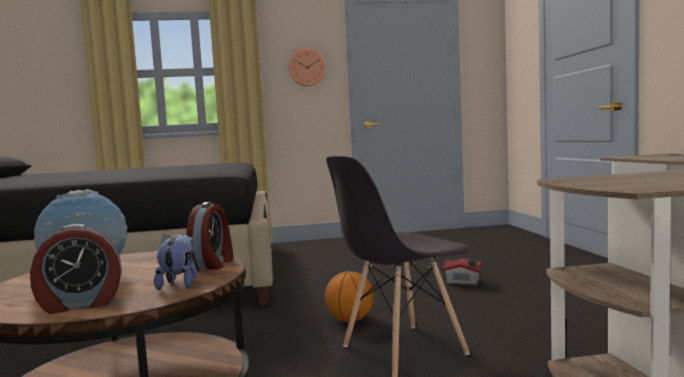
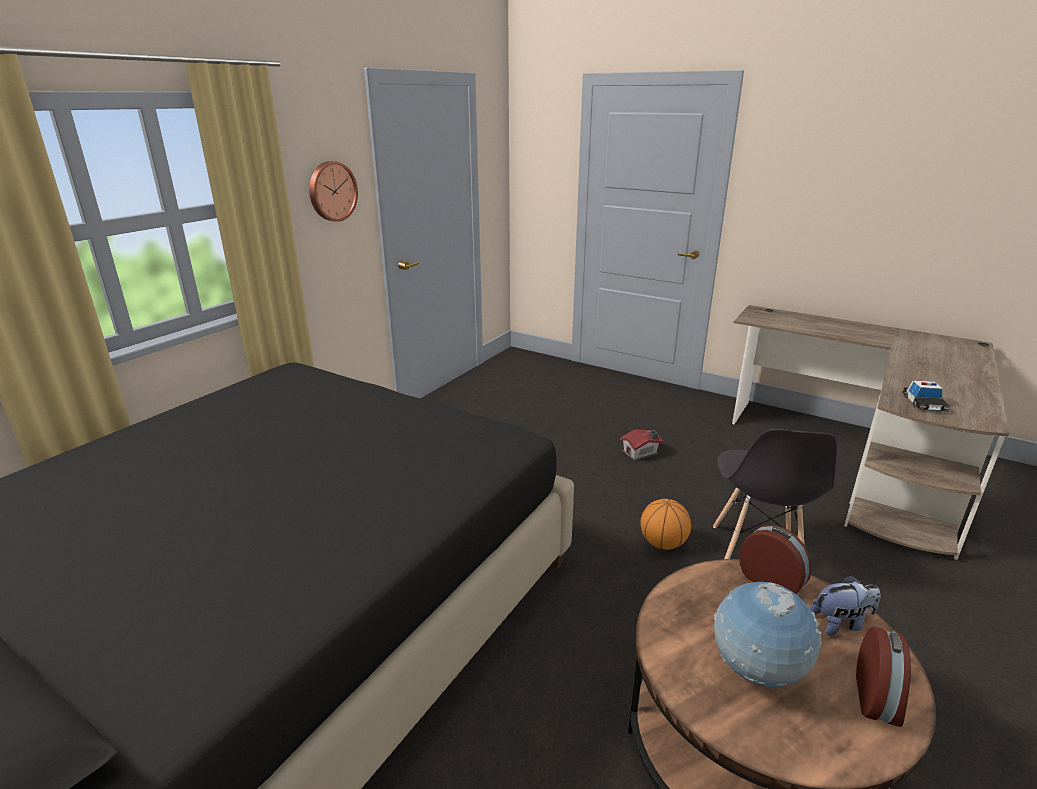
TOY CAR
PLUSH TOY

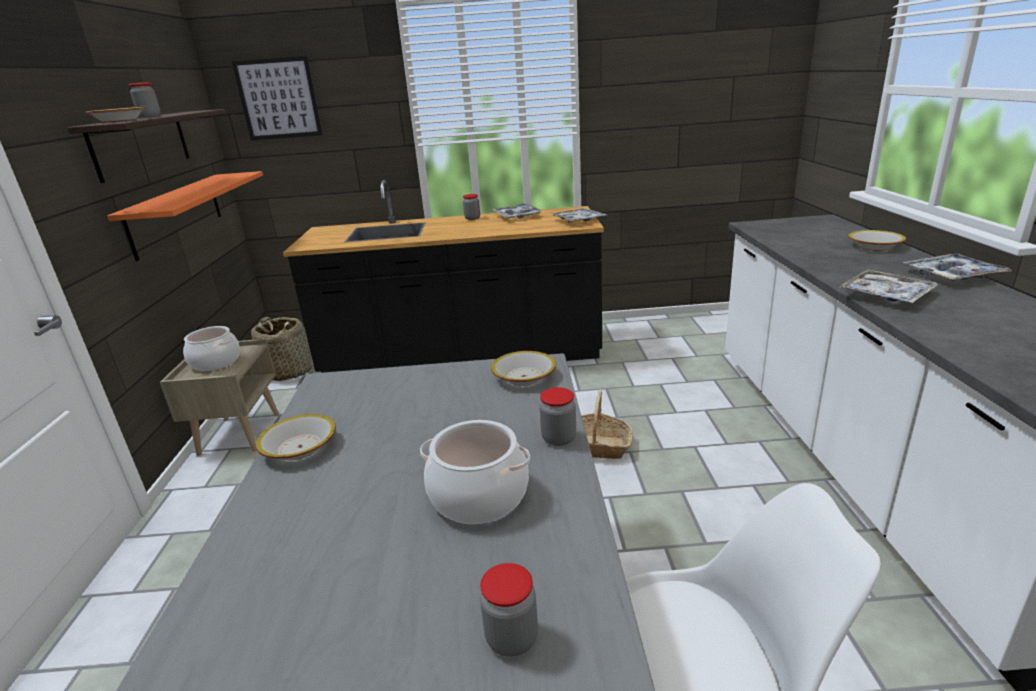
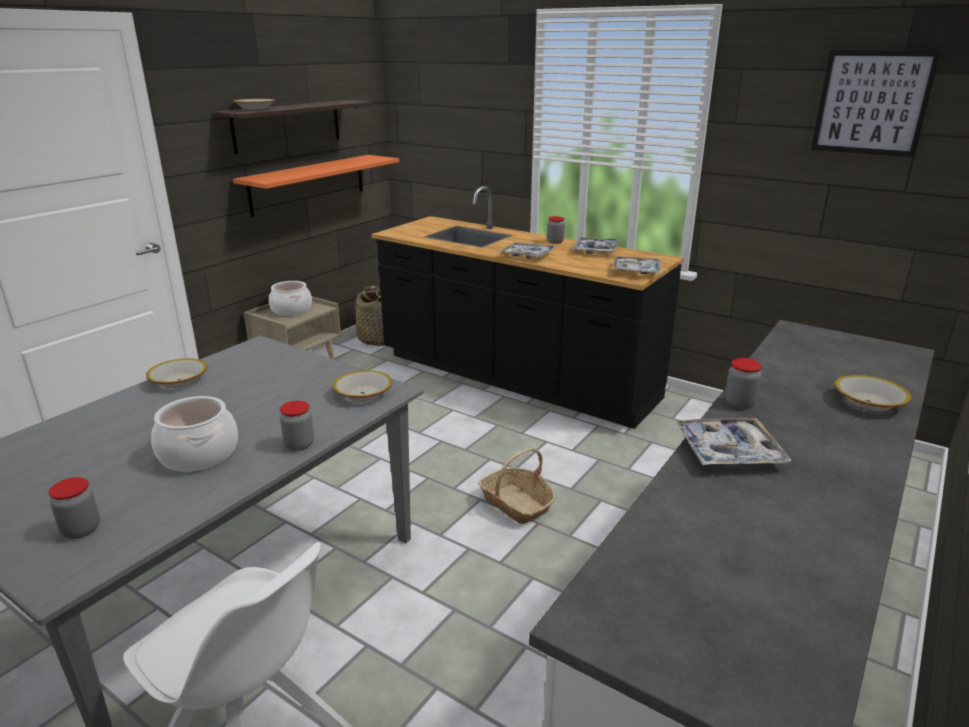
JAR (4th from left)
PICTURE
TRAY (1st from left)

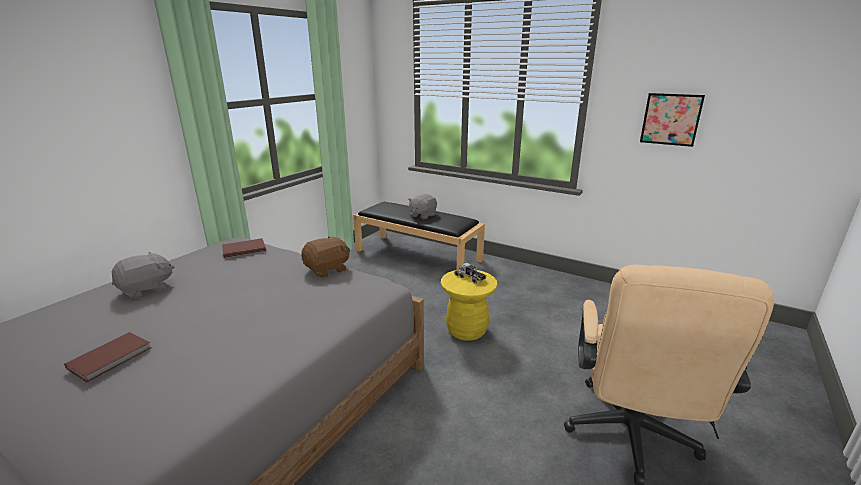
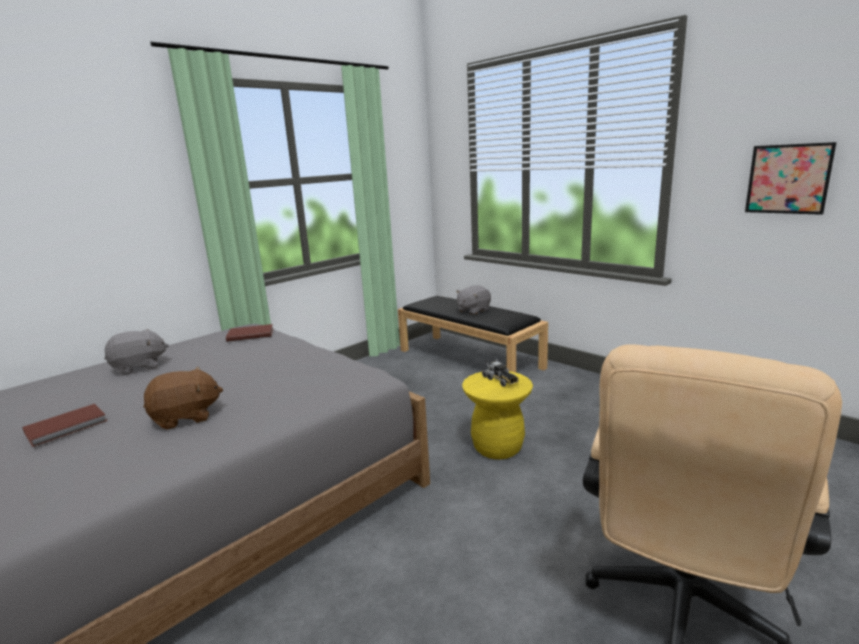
BROWN PLUSH TOY

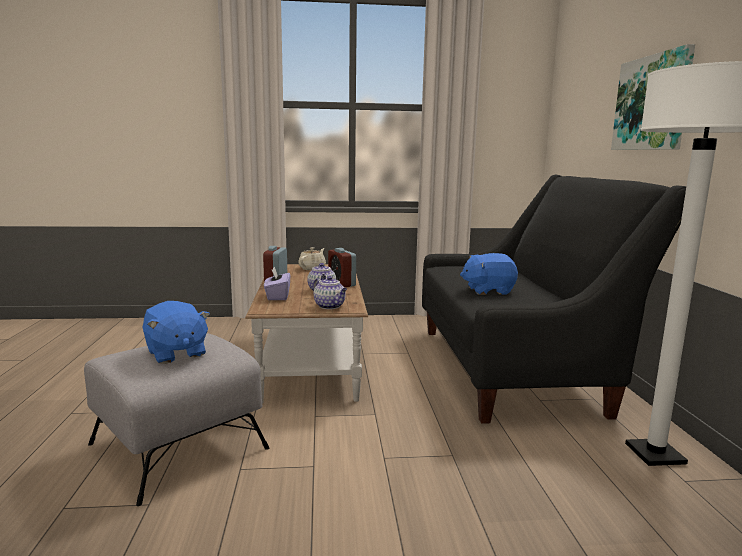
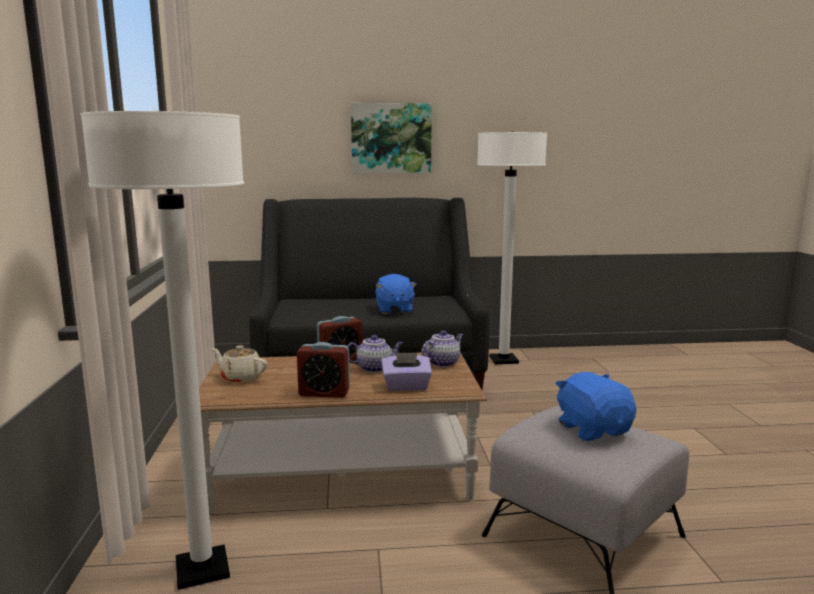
WHITE FLOOR LAMP (1st from left)
BLUE PLUSH TOY (2nd from left)

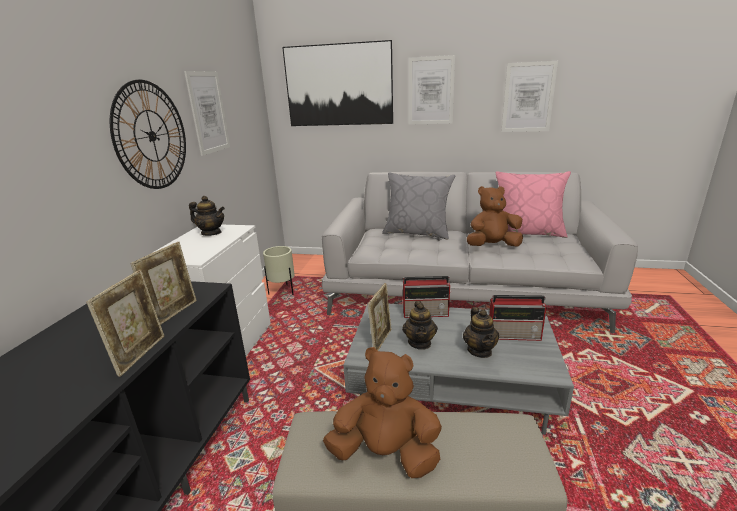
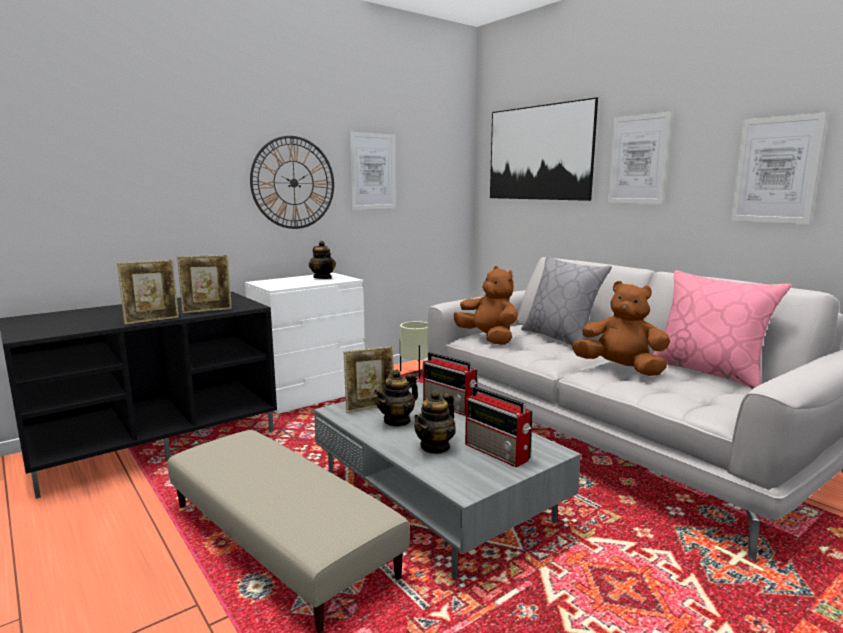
BROWN PLUSH TOY (1st from left)

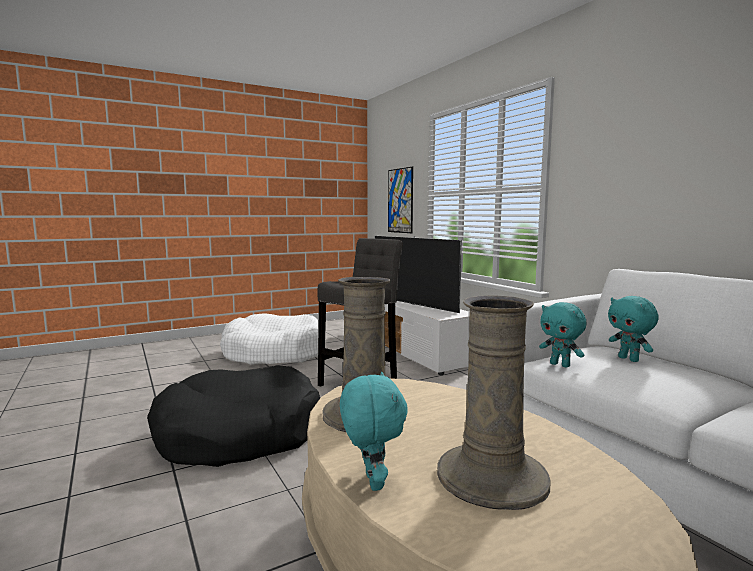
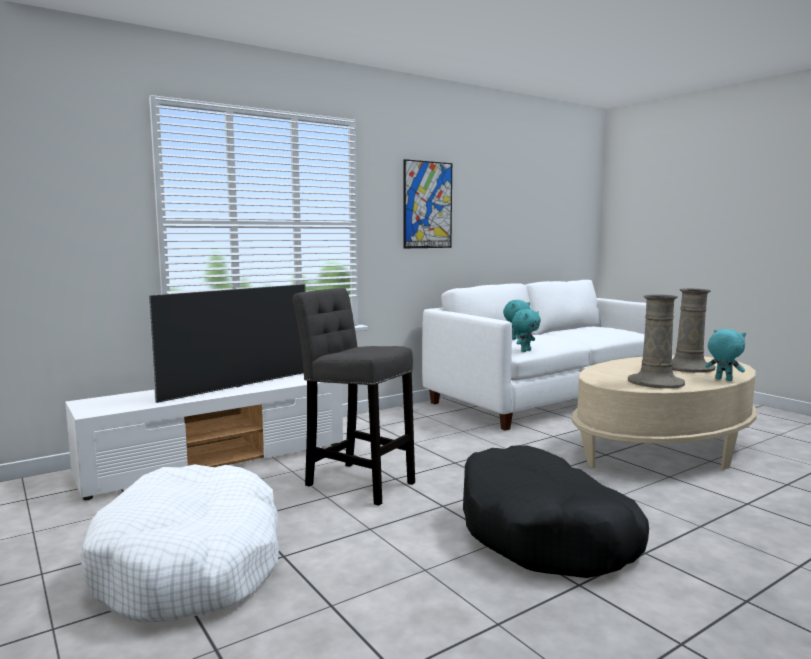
PICTURE
TURQUOISE PLUSH TOY (3rd from left)

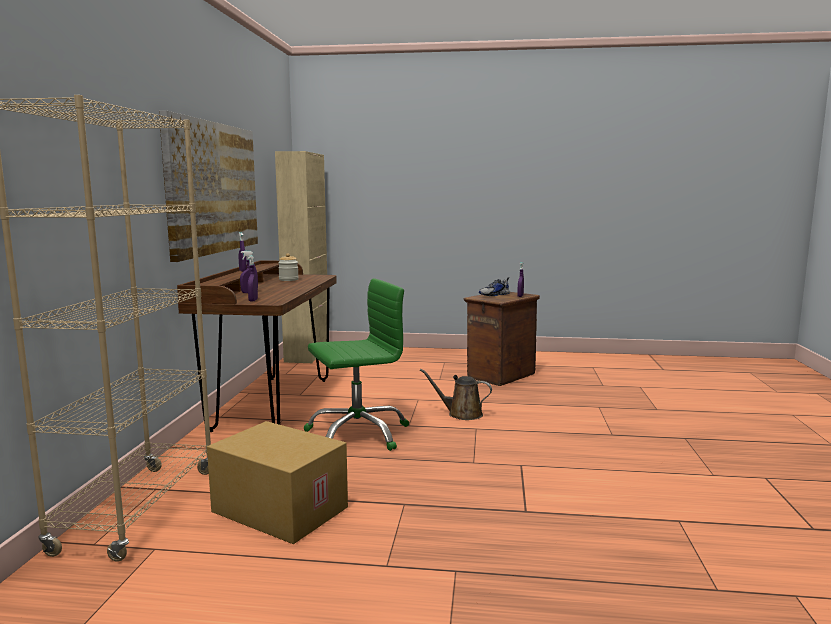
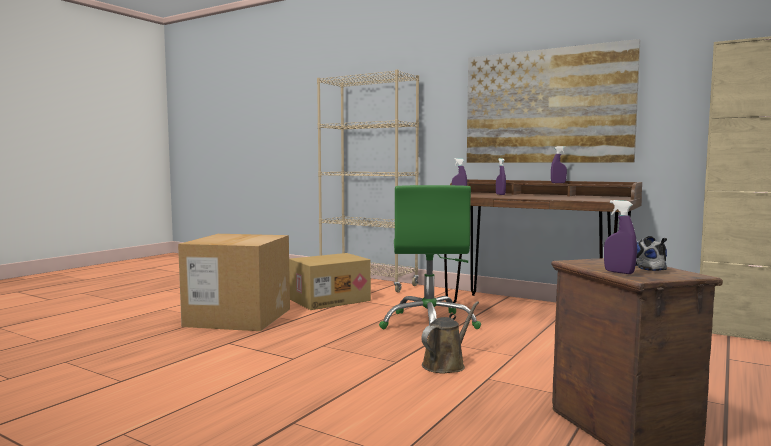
JAR
CARDBOARD BOX (1st from left)

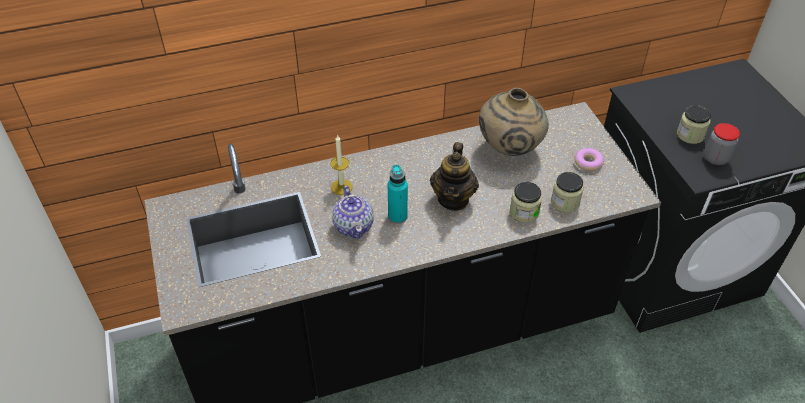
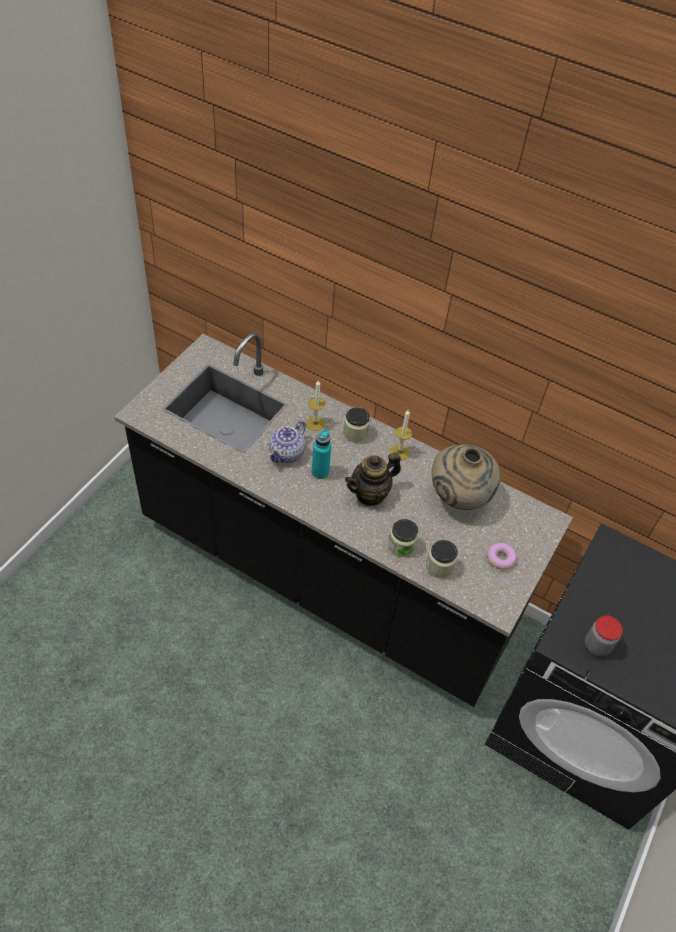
CANDLE (2nd from left)
JAR (1st from left)

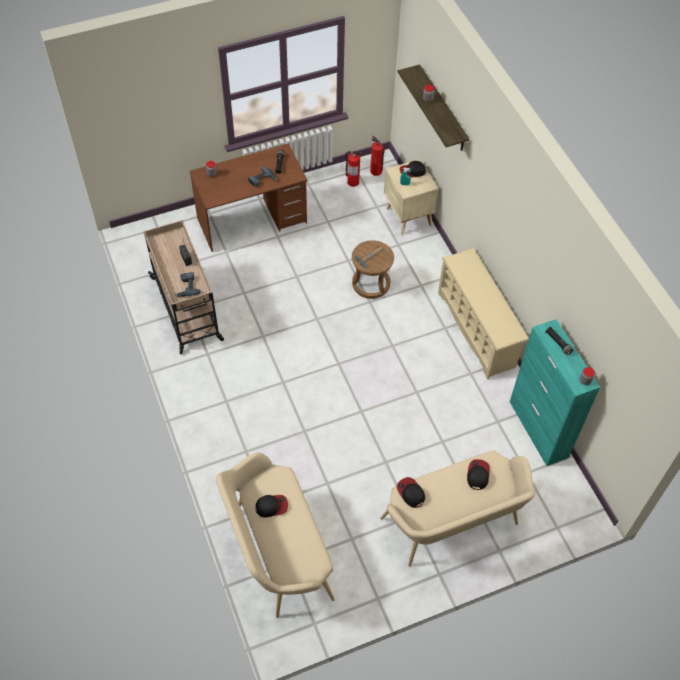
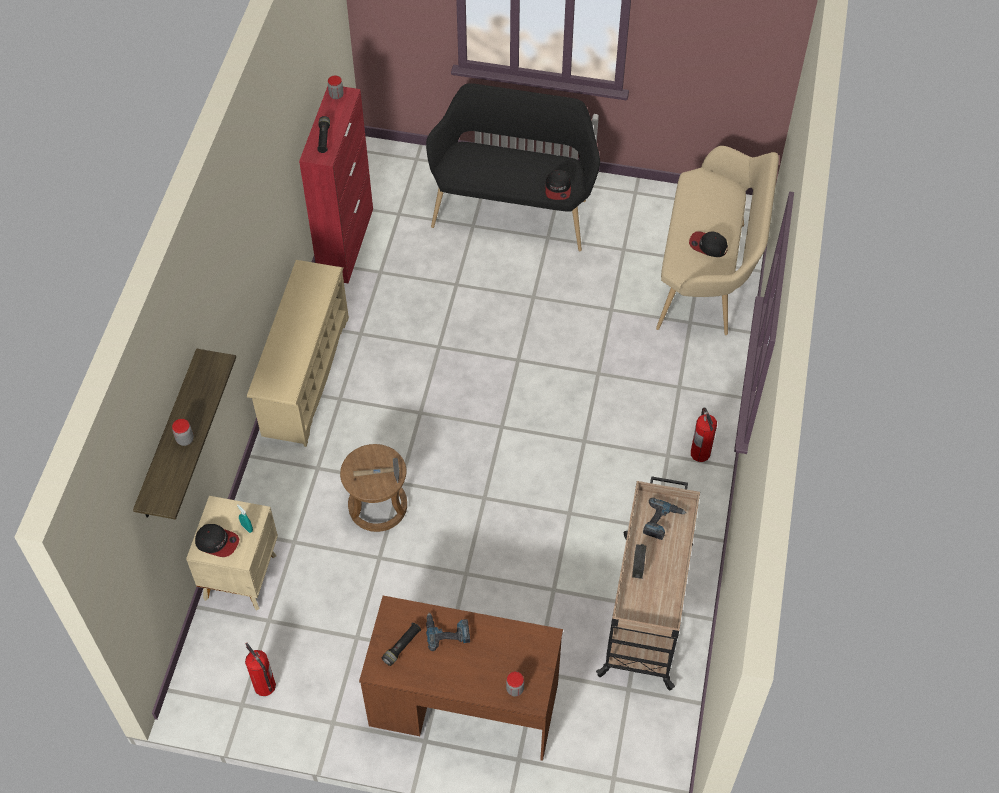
CAP (4th from left in the first image)
FIRE EXTINGUISHER (2nd from left)
BLACK BENCH
RED CABINET

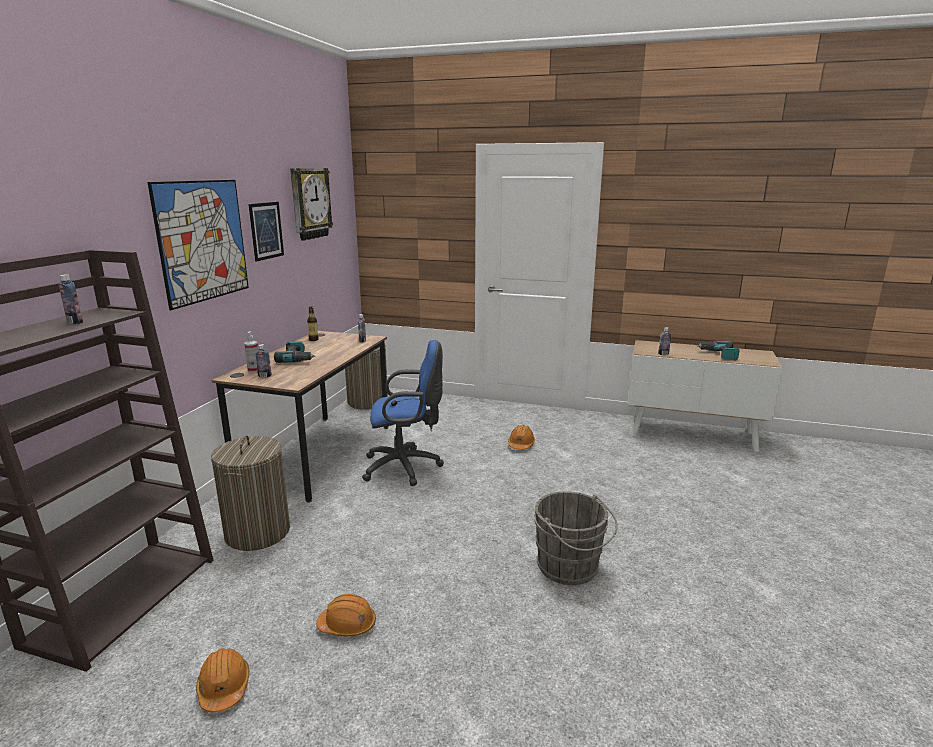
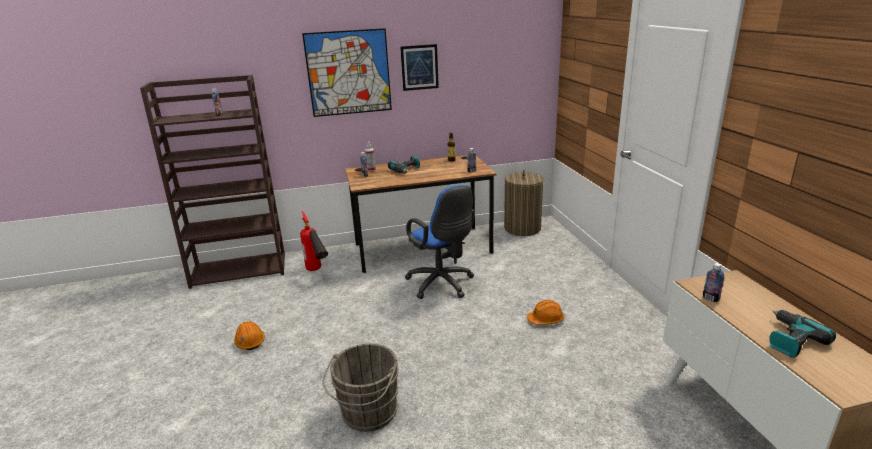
ORANGE HARD HAT (1st from left in the first image)
WALL CLOCK
FIRE EXTINGUISHER

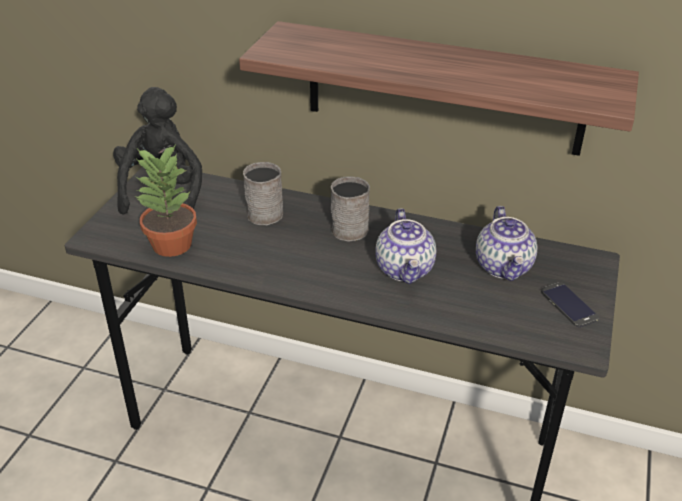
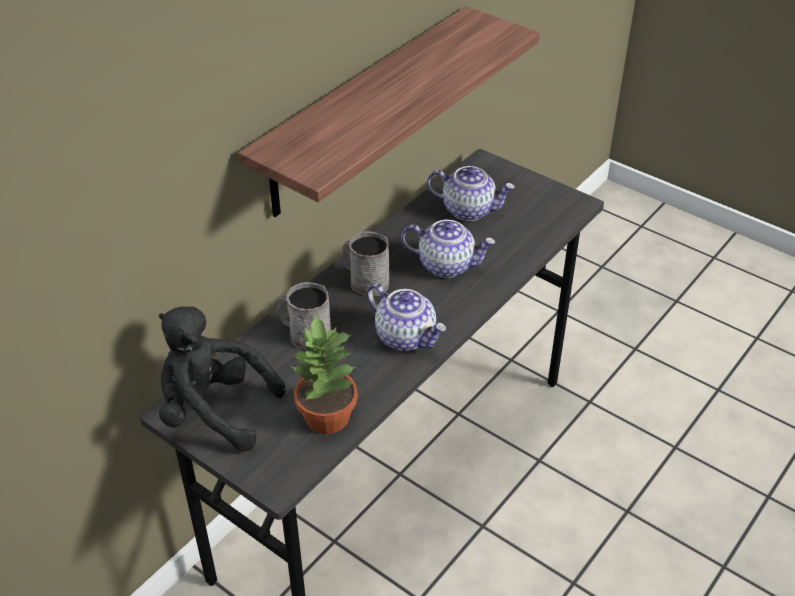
PHONE
TEAPOT (1st from left)

